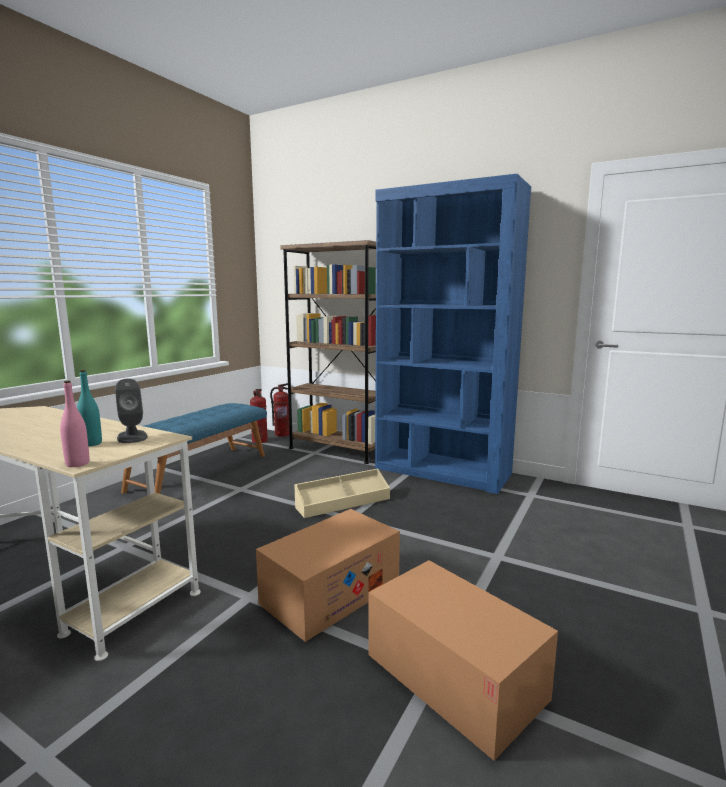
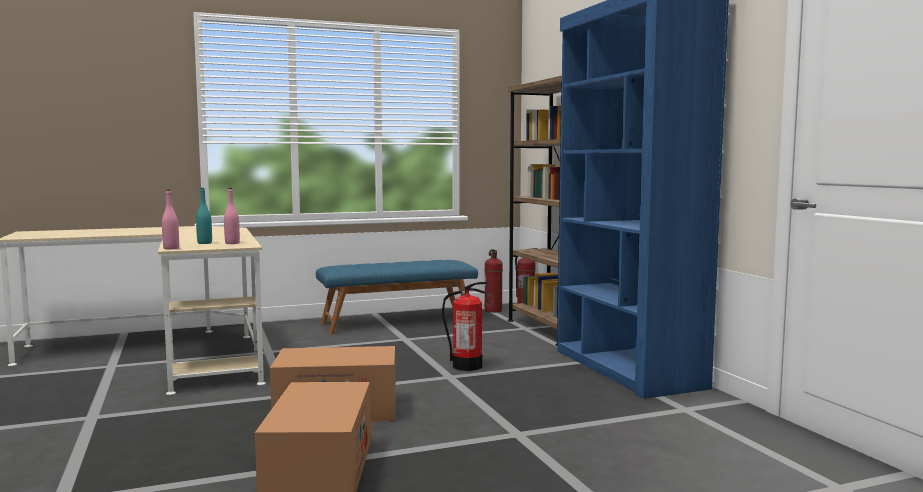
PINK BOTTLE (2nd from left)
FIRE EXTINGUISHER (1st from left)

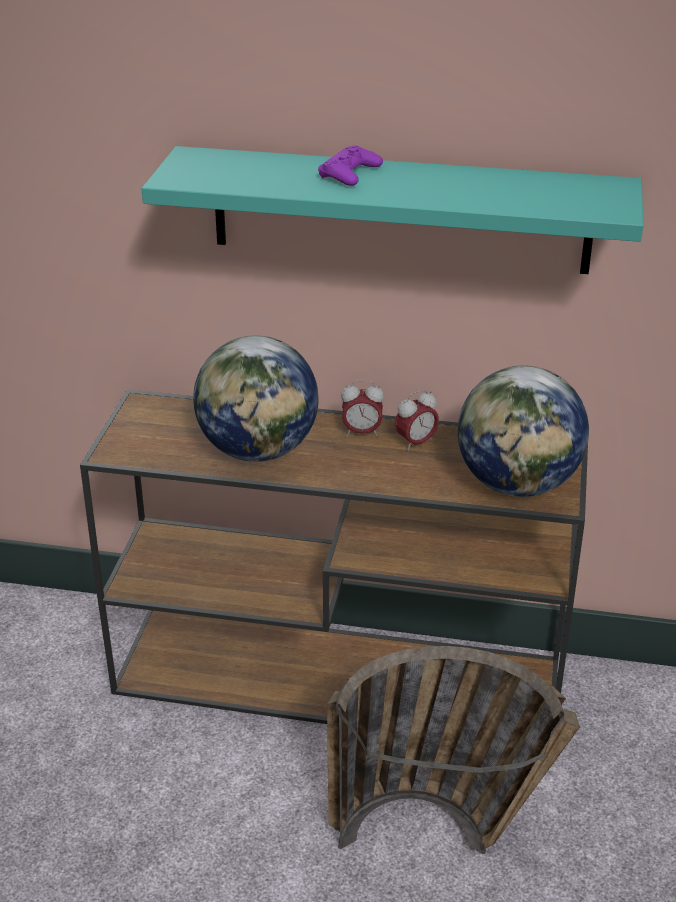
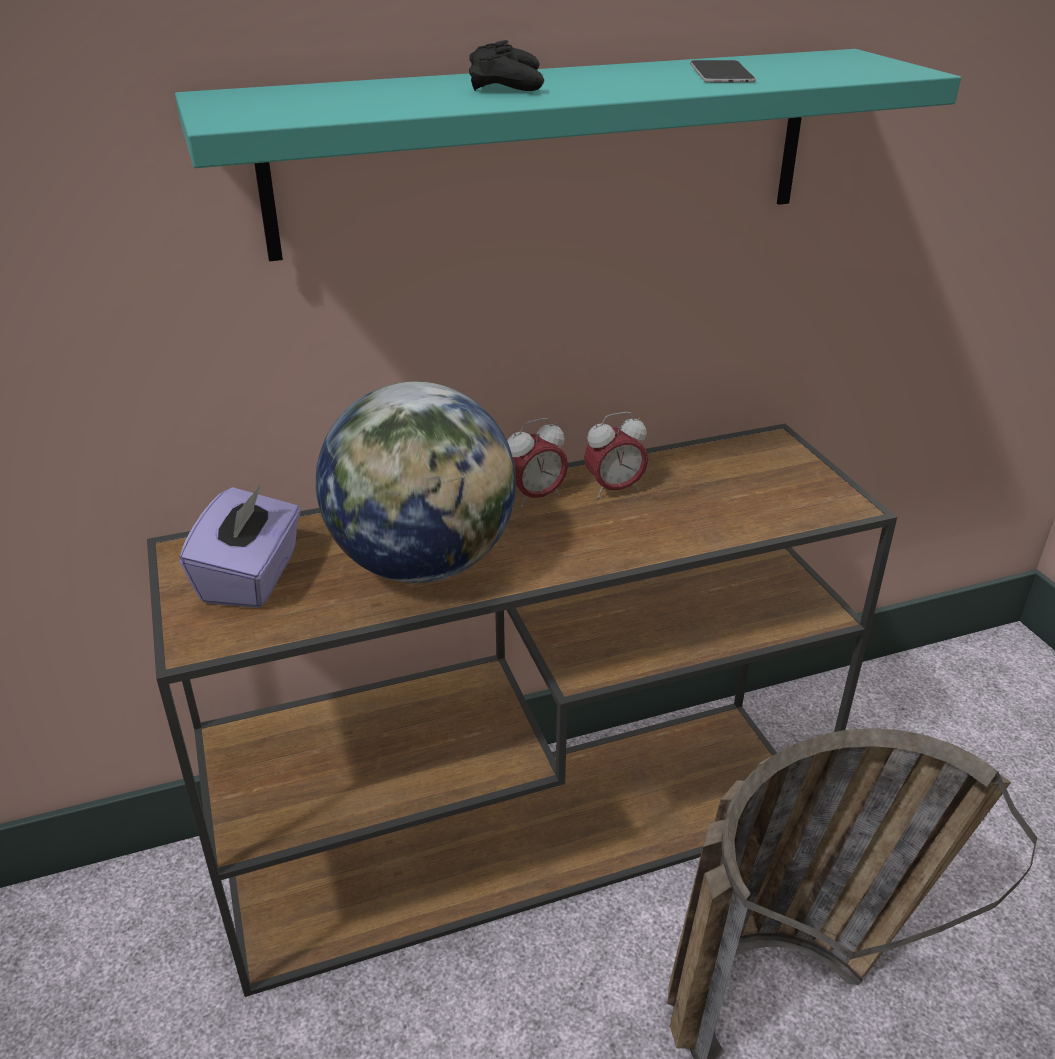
GLOBE (2nd from left in the first image)
PURPLE TISSUE BOX
PHONE
BLACK GAME CONTROLLER
ALARM CLOCK (2nd from left)

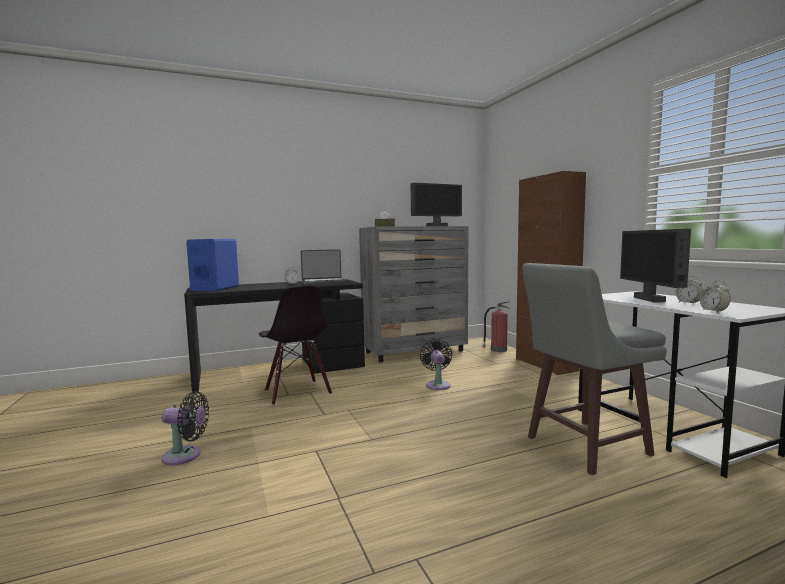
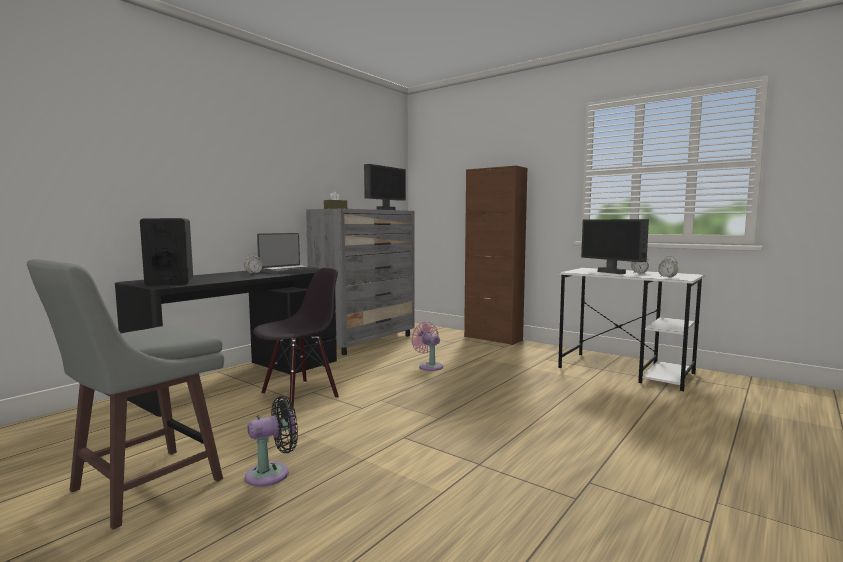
FIRE EXTINGUISHER
GREY STOOL
BLACK SPEAKER
PINK FAN
BLACK CHAIR

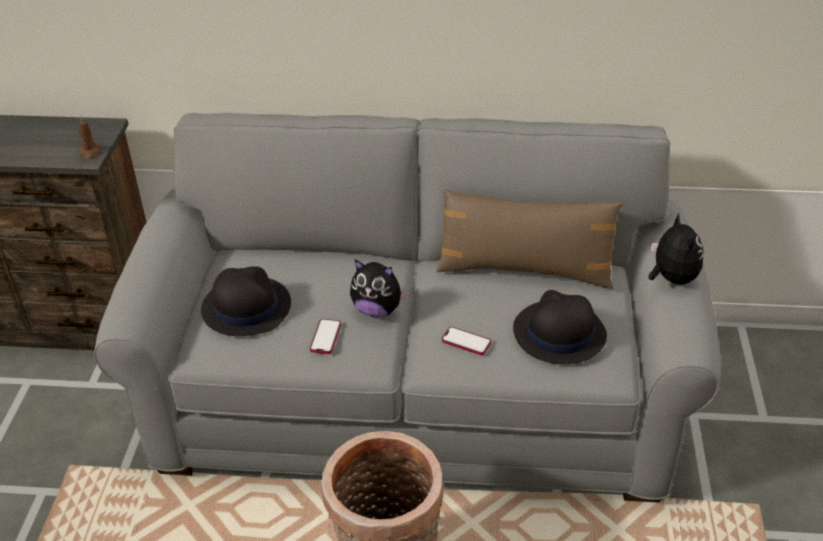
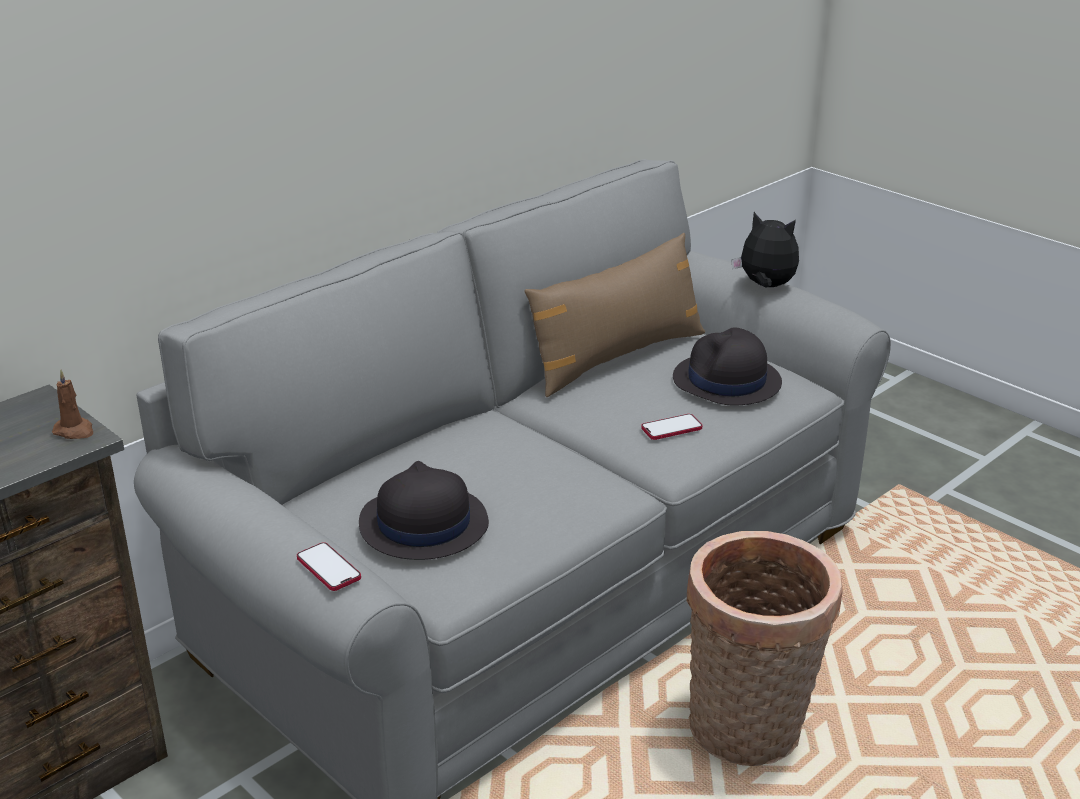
PLUSH TOY (1st from left in the first image)
PHONE (1st from left)

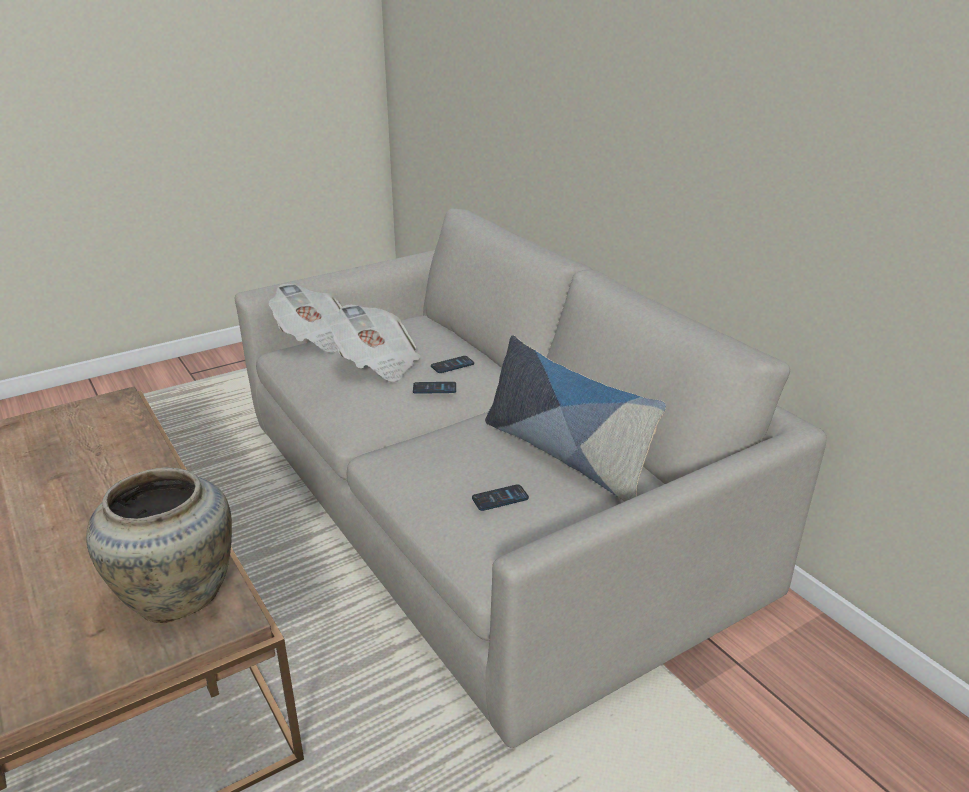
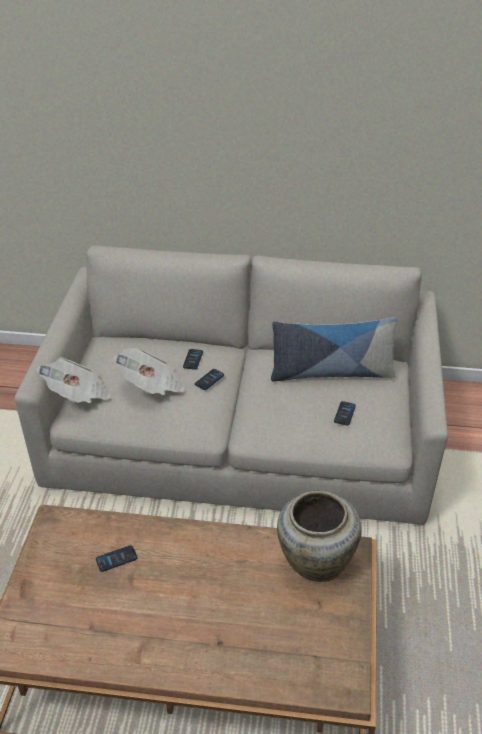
PHONE (1st from left)

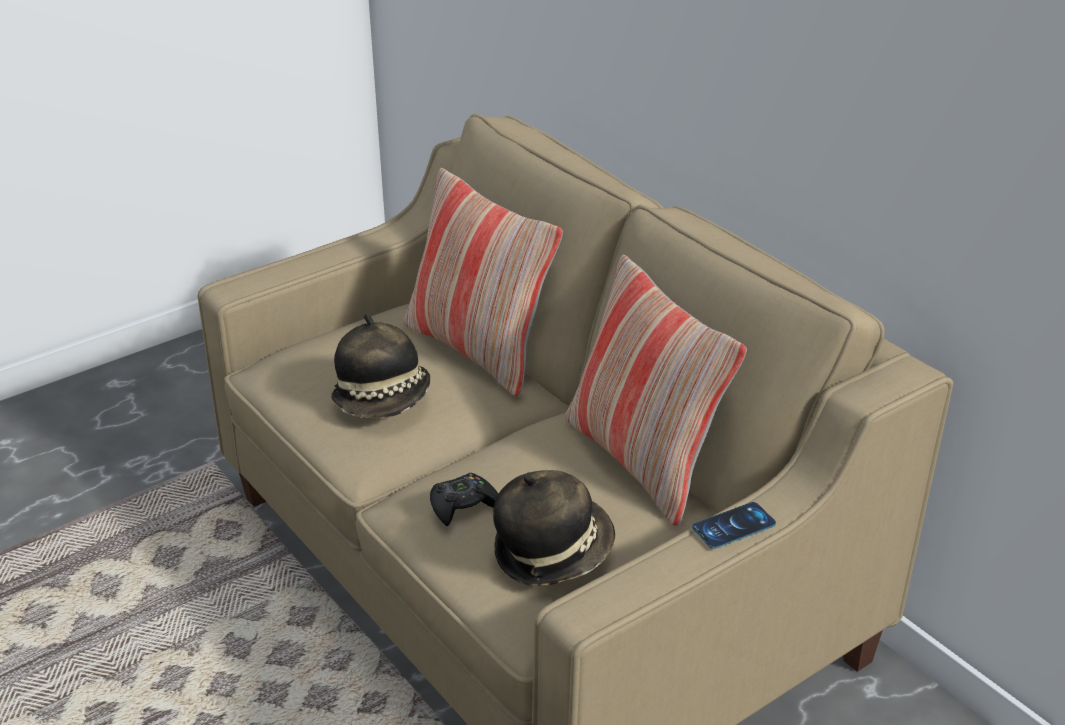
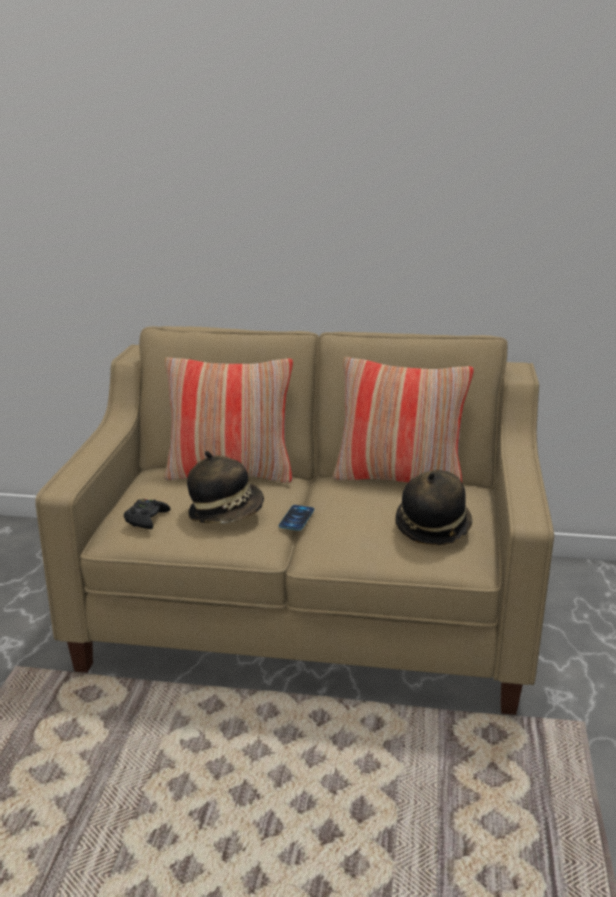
BLACK GAME CONTROLLER
PHONE

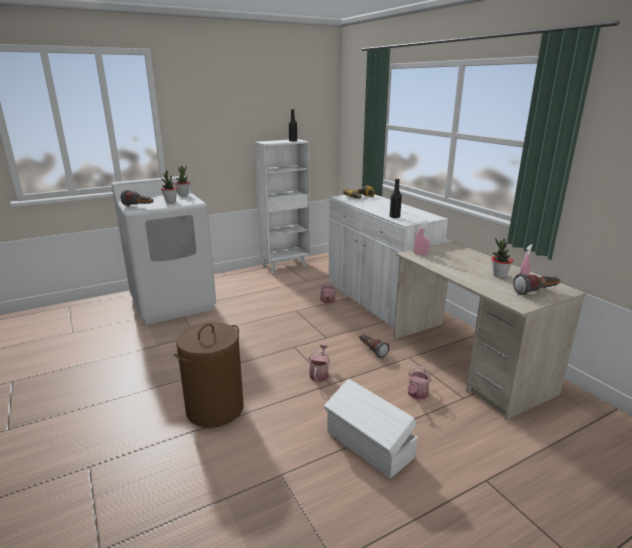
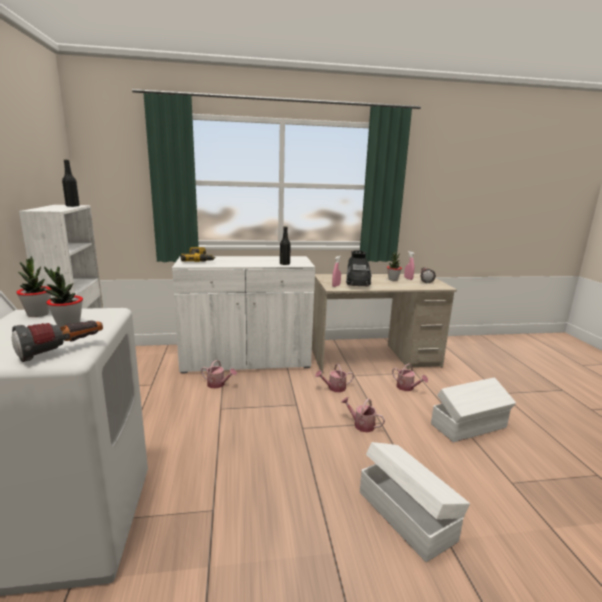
BLACK BOOT
WHITE STORAGE BOX (1st from left)
WATERING CAN (2nd from left)

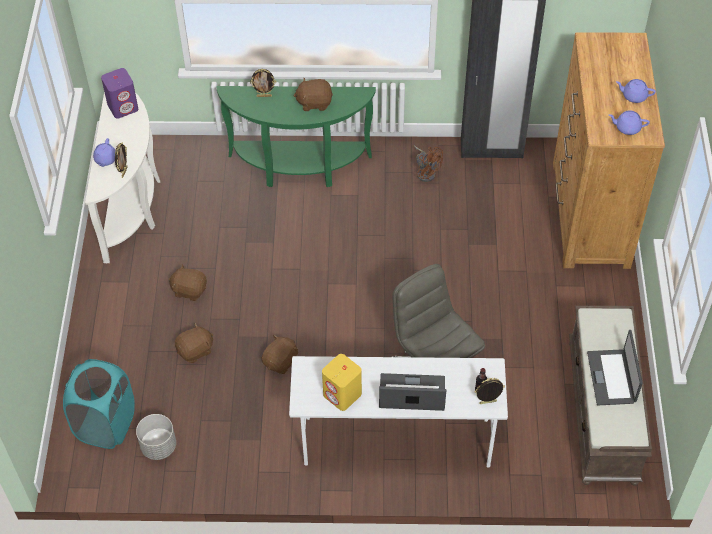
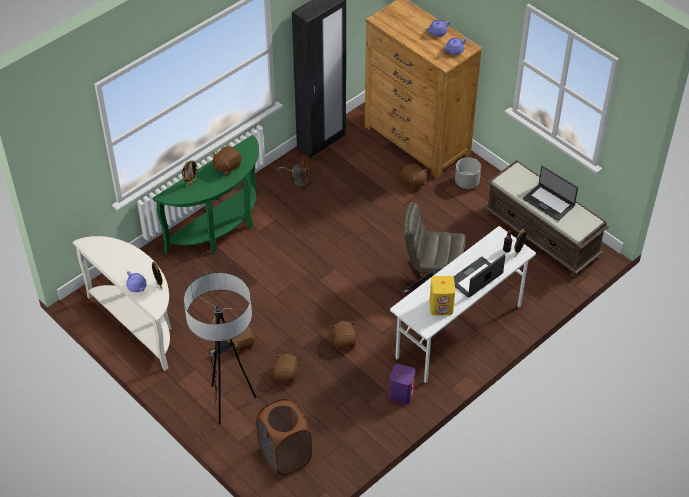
FLOOR LAMP
BROWN PLUSH TOY (5th from left)
PURPLE SPEAKER
GREY PLANTER
BROWN LAUNDRY BASKET

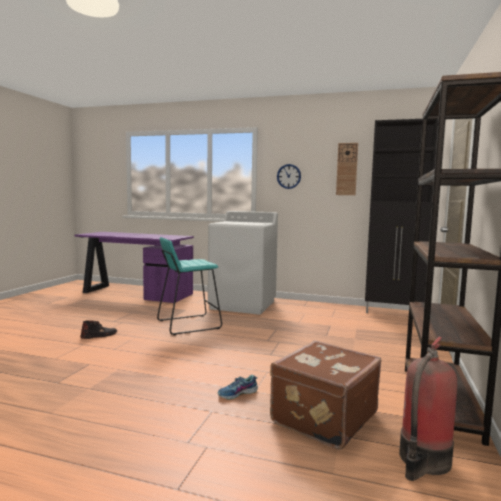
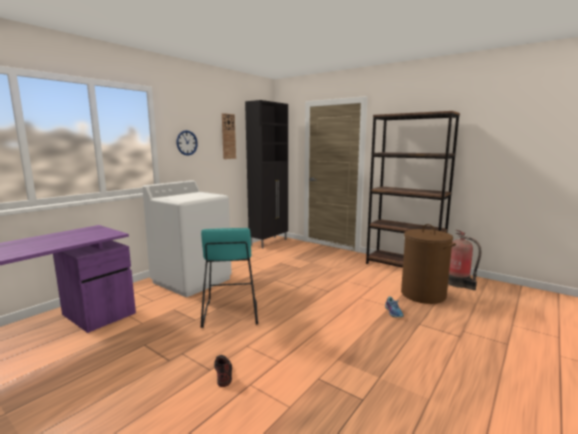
BROWN LAUNDRY BASKET

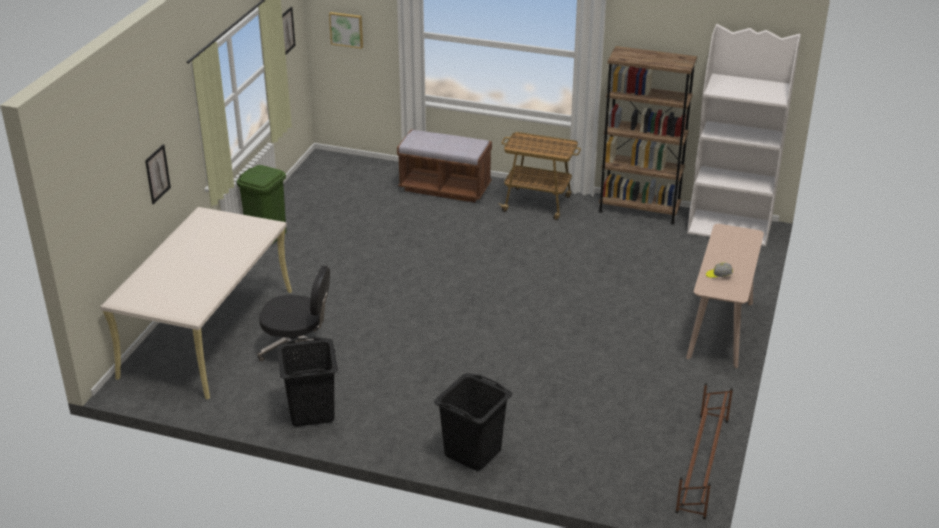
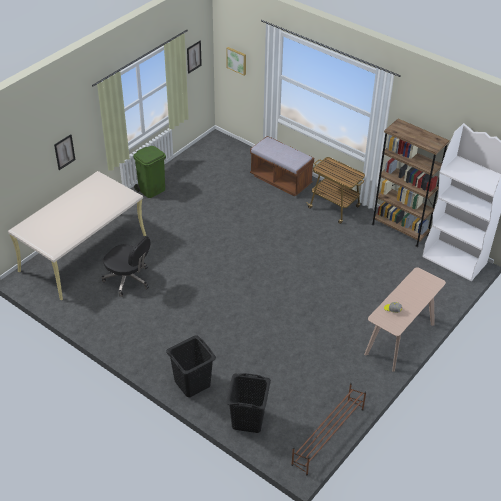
BLACK LAUNDRY BASKET (2nd from left)

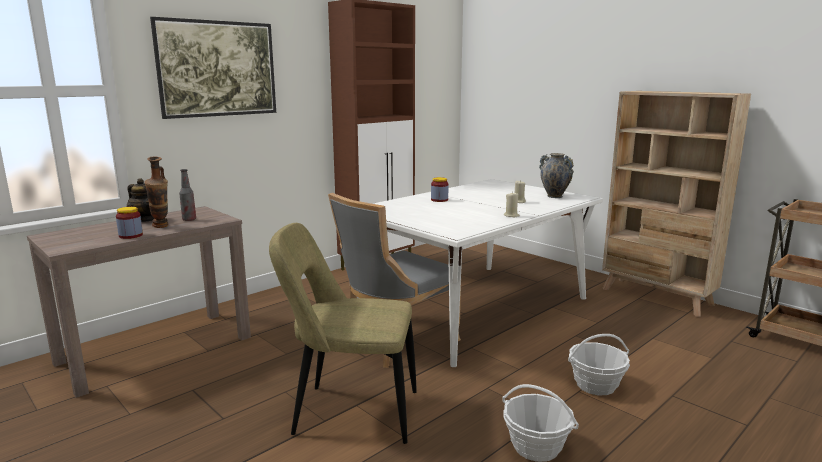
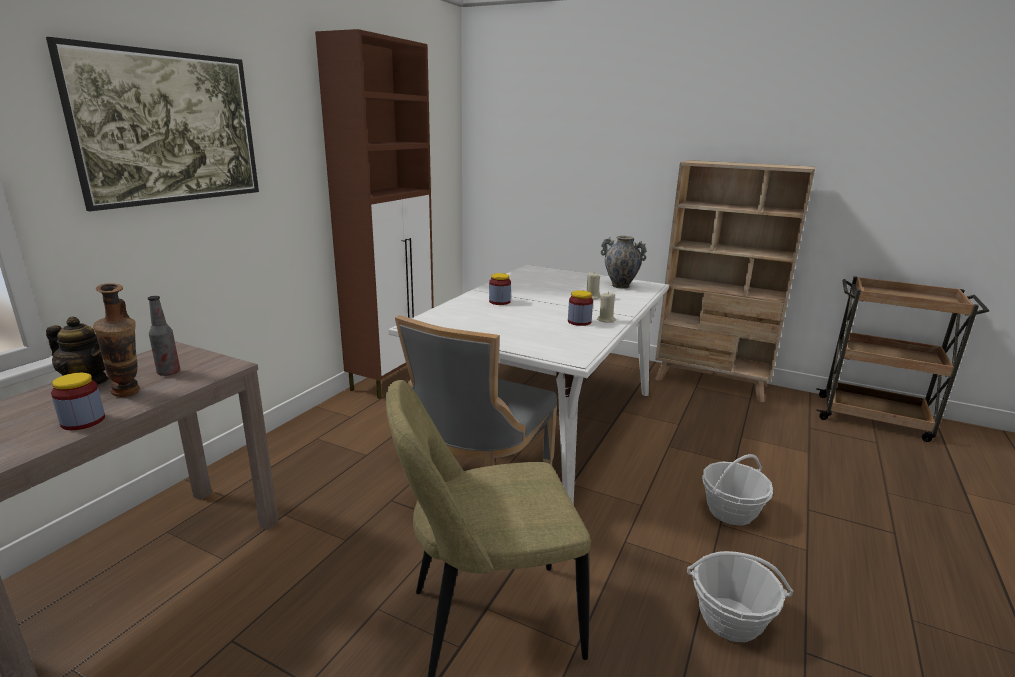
JAR (3rd from left)

